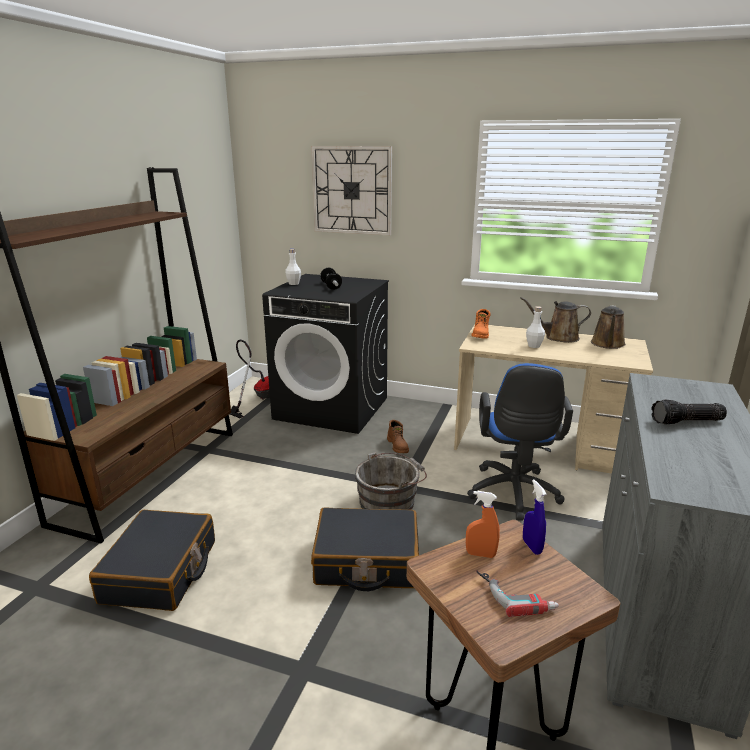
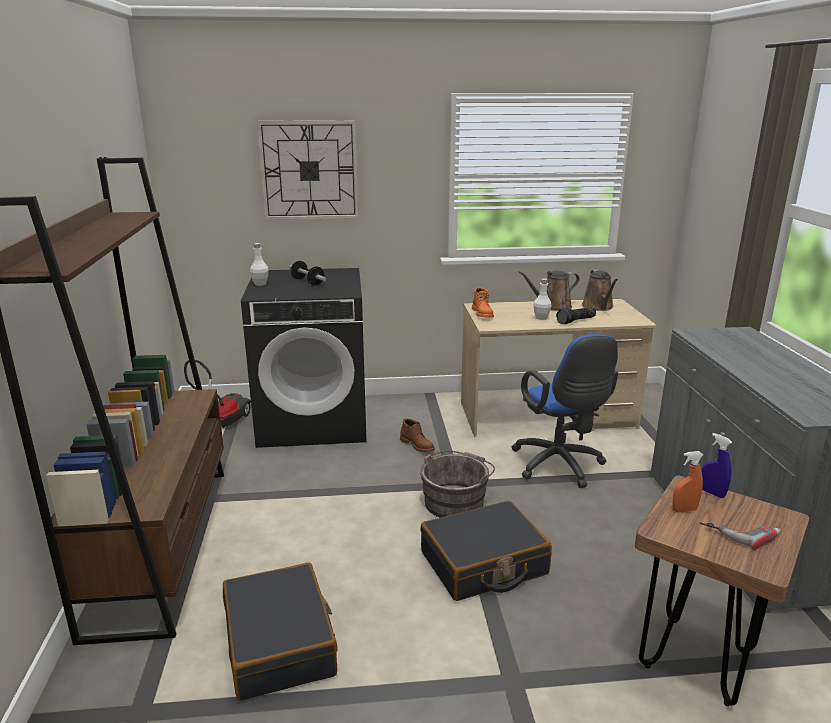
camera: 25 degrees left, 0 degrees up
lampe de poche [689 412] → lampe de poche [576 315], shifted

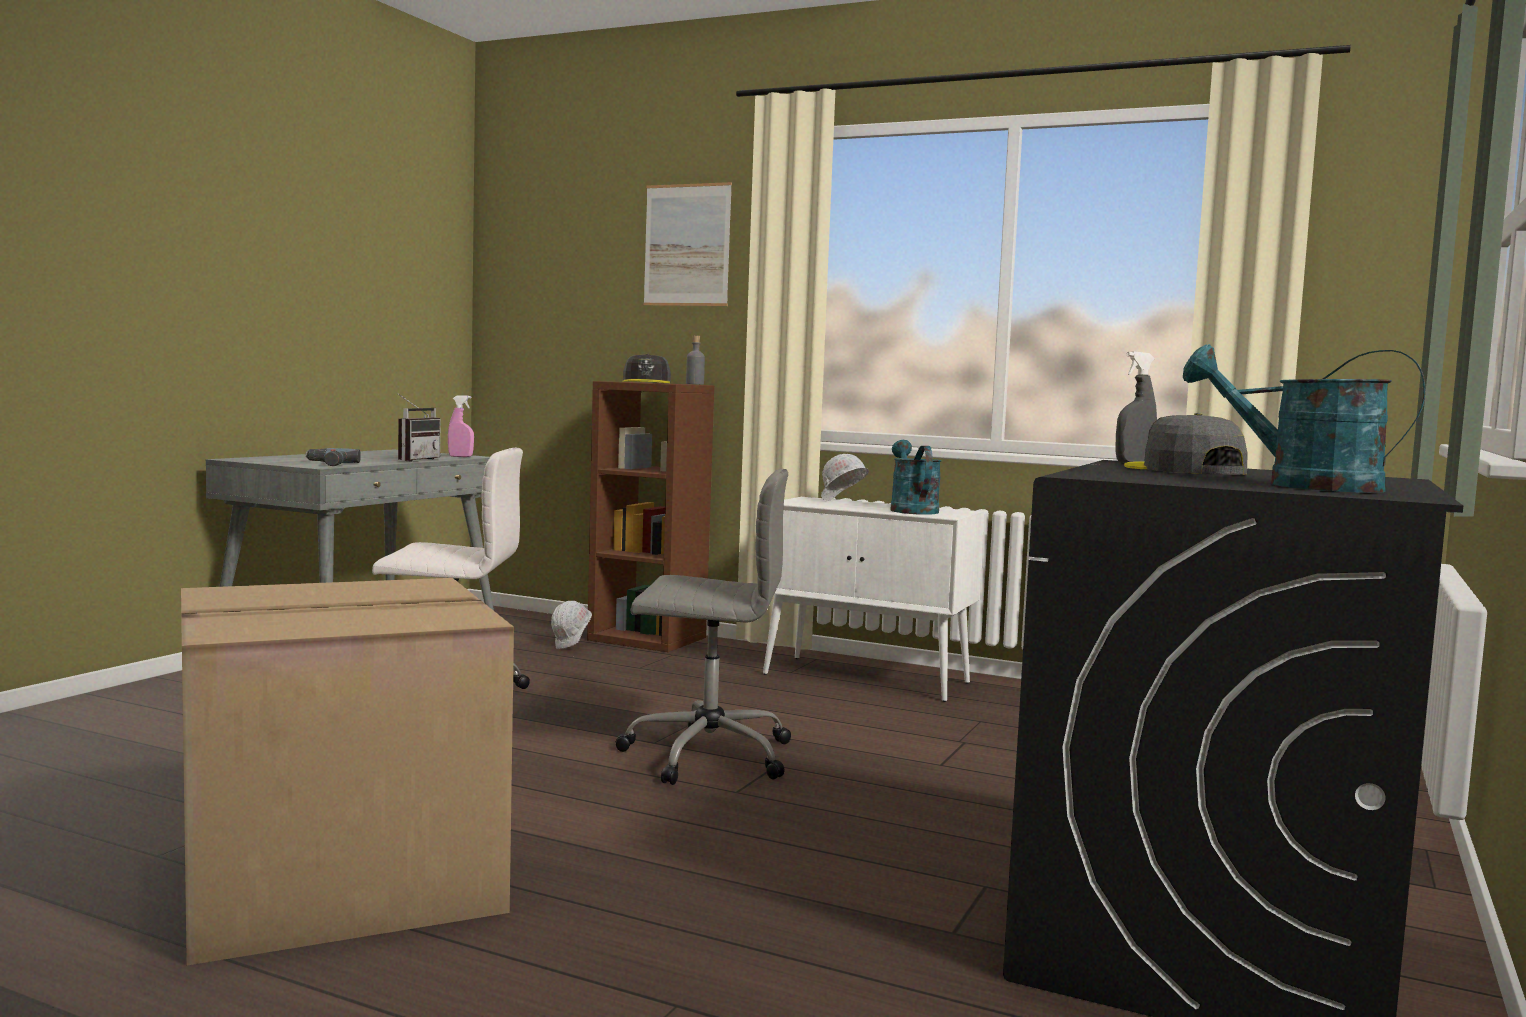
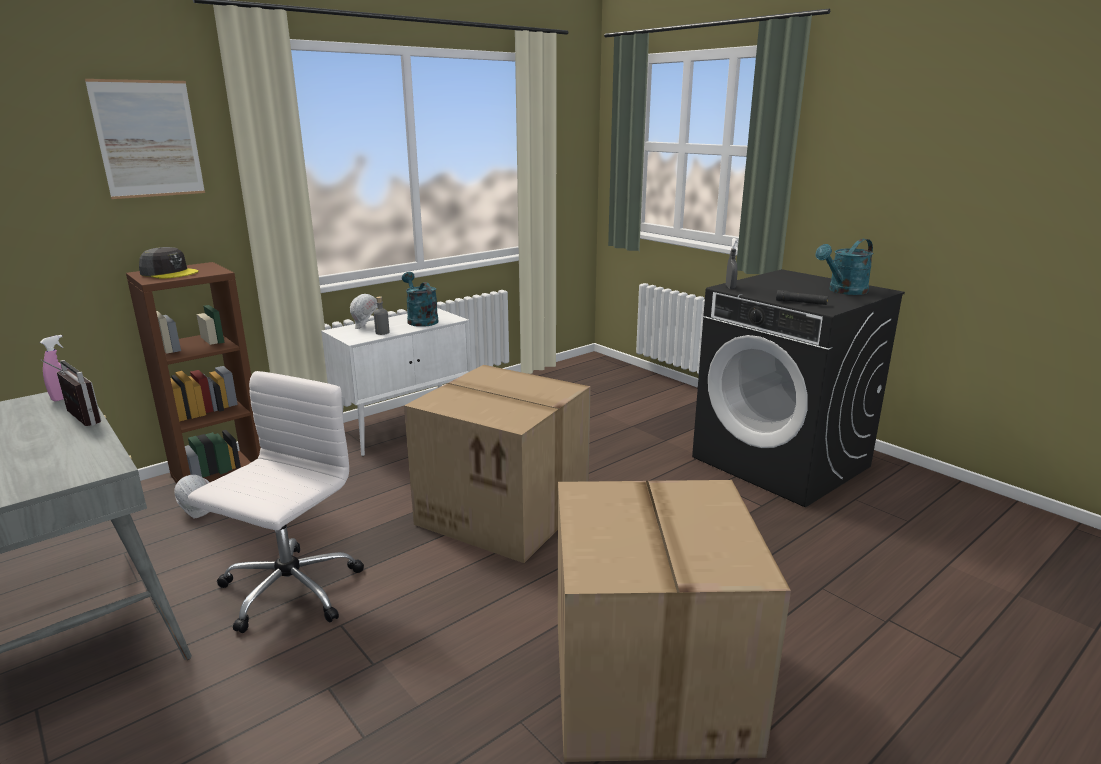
camera: 65 degrees left, 15 degrees up
perceuse [333 457] → -
chaise de bureau/gris [703 627] → carton [497 464]
bouteille/gris [695 360] → bouteille/gris [382 316], shifted
arrosoir/turquoise [916 477] → arrosoir/turquoise [420 299], 45 degrees clockwise
casquette/gris [1186 444] → -
- → lampe de poche/noir [802 297]

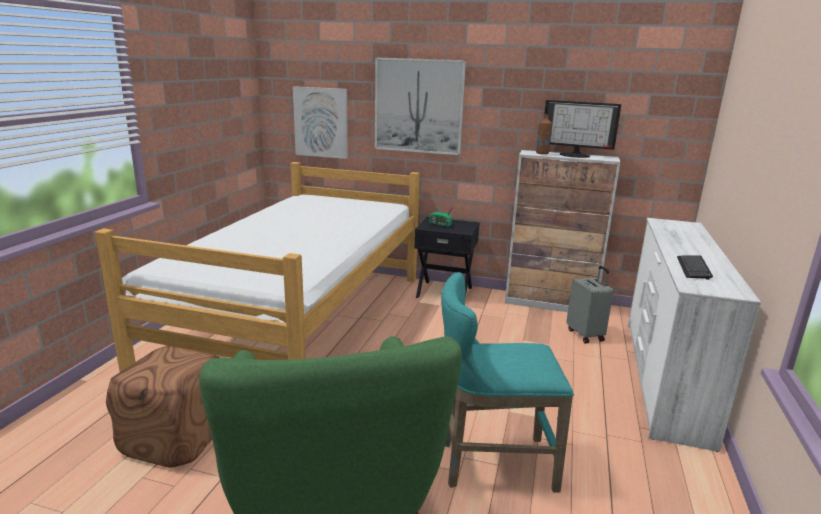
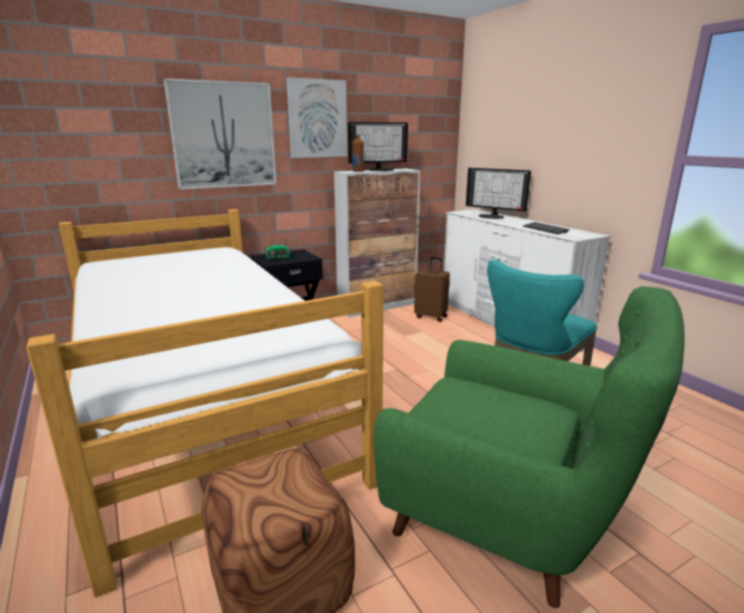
camera: 45 degrees left, 0 degrees up
tableau [320 122] → tableau [316 117], shifted
valise/gris [589 305] → valise/marron [432 289]
- → écran d'ordinateur [498 193]

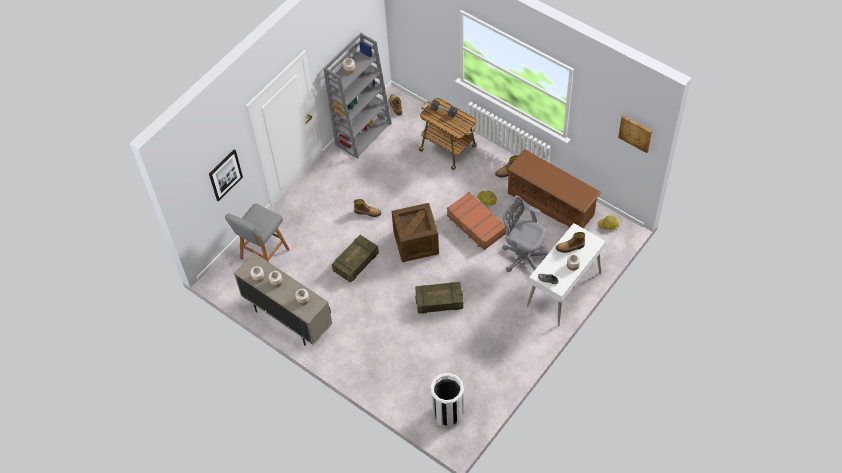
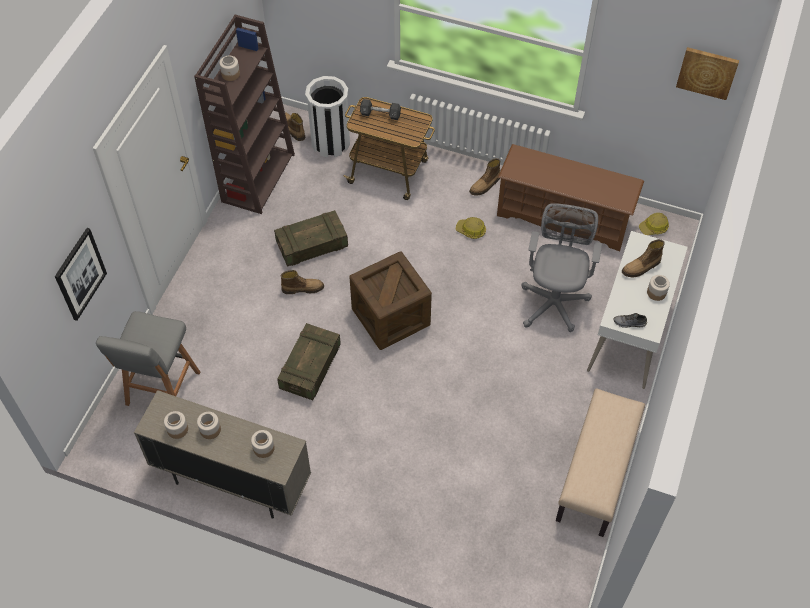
camera: 20 degrees left, 0 degrees up
bibliothèque/gris [358 96] → bibliothèque/marron [244 114]
caisse [439 298] → caisse [311 238], shifted
poubelle/blanc [447 400] → poubelle/blanc [327 116], shifted
valise/marron [476 221] → -
chaise de bureau/gris [525 233] → chaise de bureau/gris [562 267], 90 degrees clockwise
- → banc/beige [600 462]

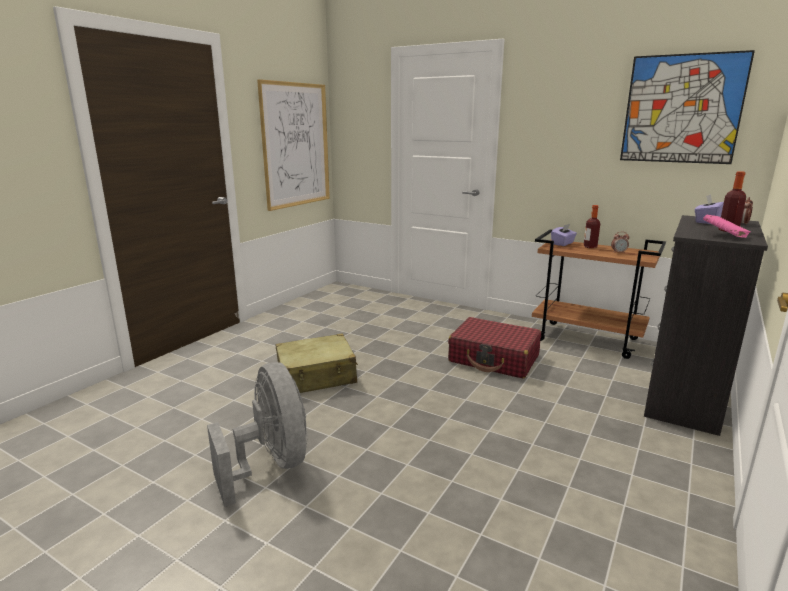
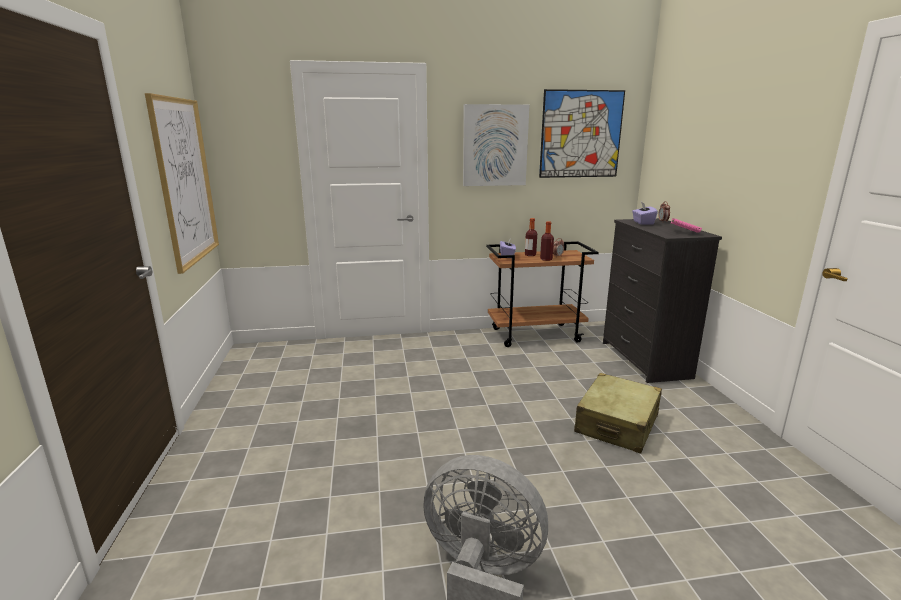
camera: 40 degrees left, 0 degrees up
valise/beige [316 363] → valise/beige [618 413], shifted
valise/rouge [494 348] → -
bouteille [732 201] → bouteille [547 241], shifted
- → tableau [496 145]

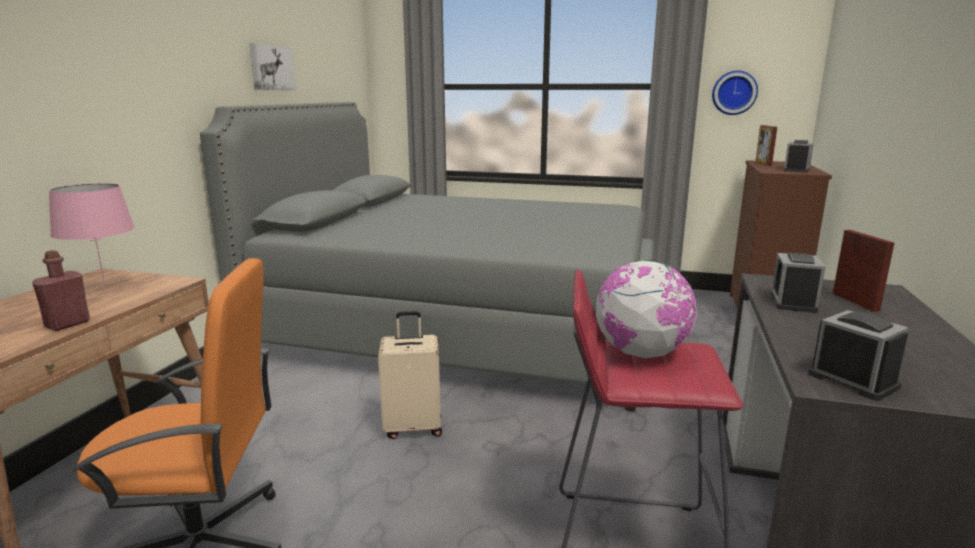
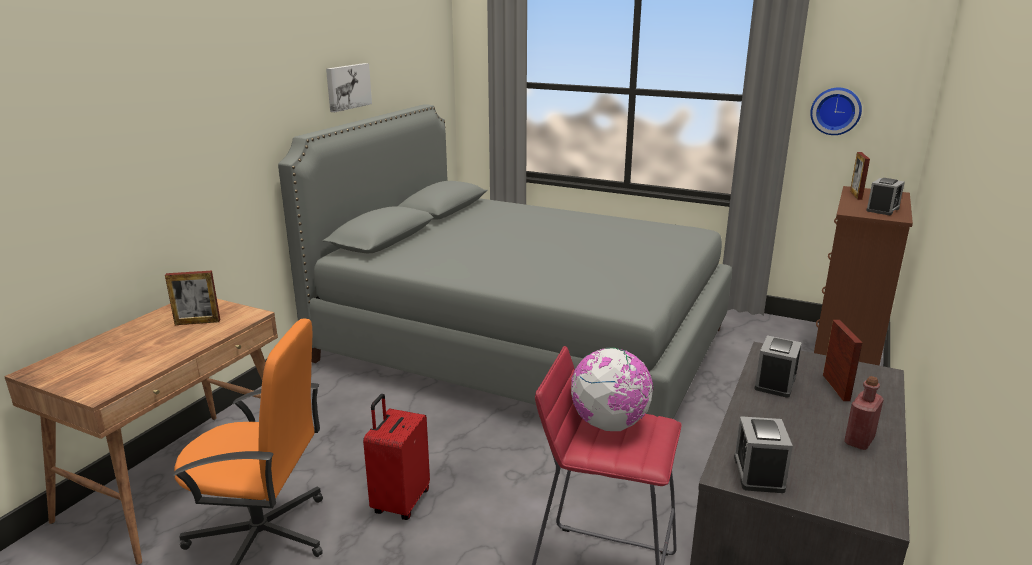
camera: 10 degrees right, 5 degrees up
bouteille/rouge [61 290] → bouteille/rouge [864 413], shifted
lampe de table/rose [92 237] → cadre photo [192 298]
valise/beige [410 375] → -
réveil [858 355] → réveil [763 454], 150 degrees counterclockwise
- → valise/rouge [396 457]

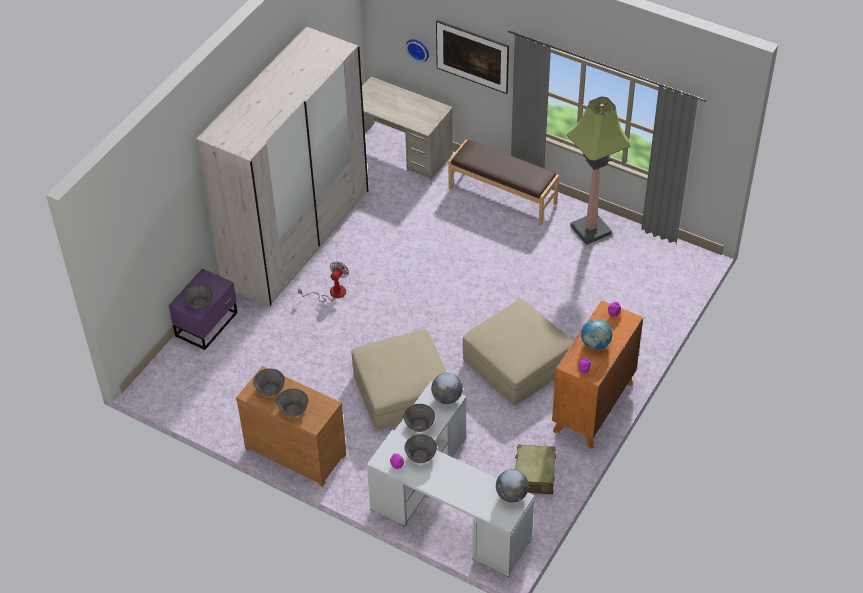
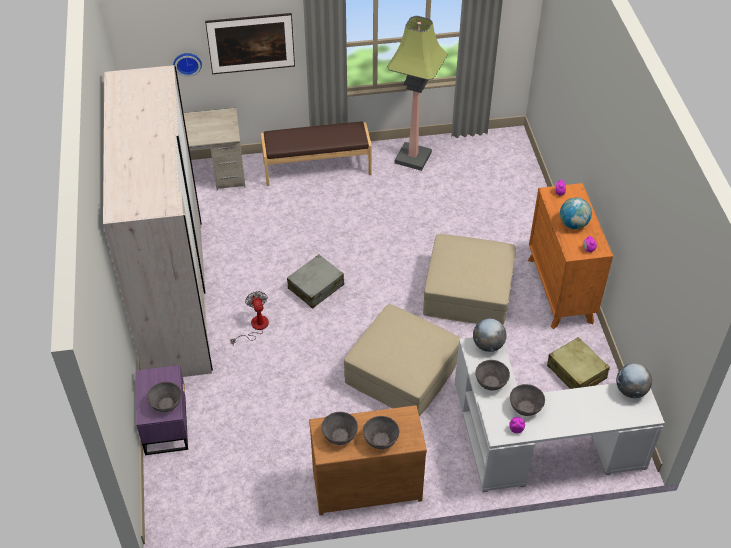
camera: 40 degrees left, 0 degrees up
- → valise/gris [315 281]

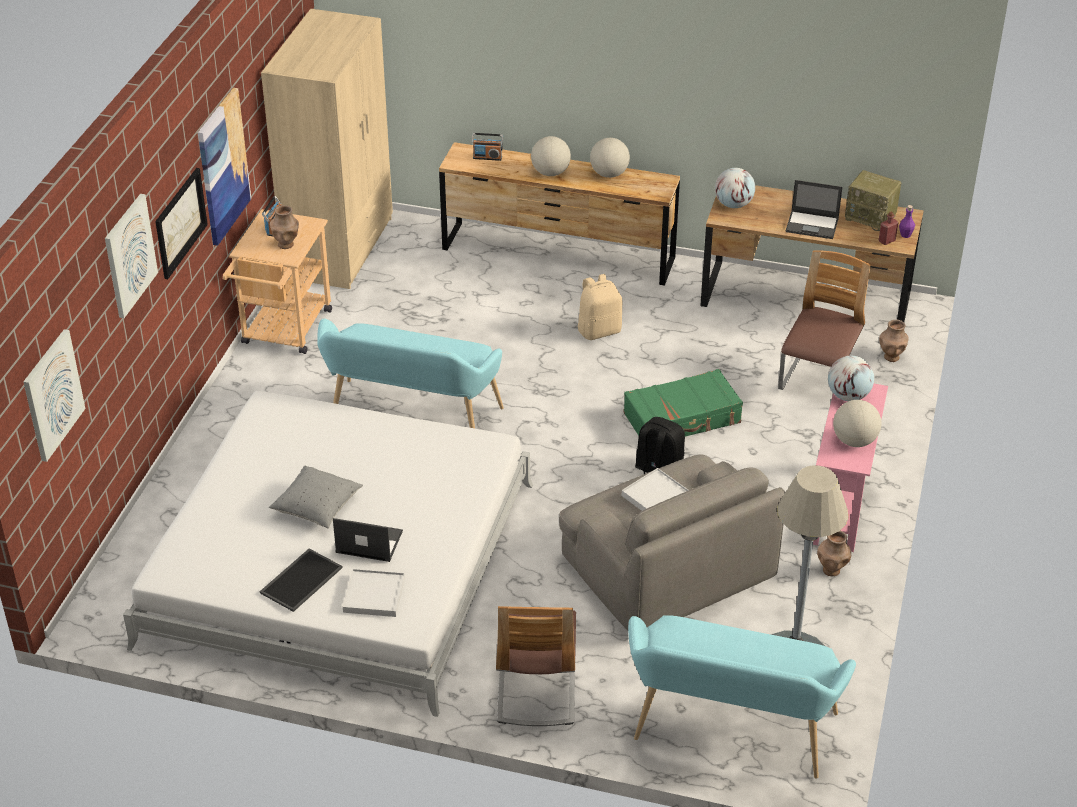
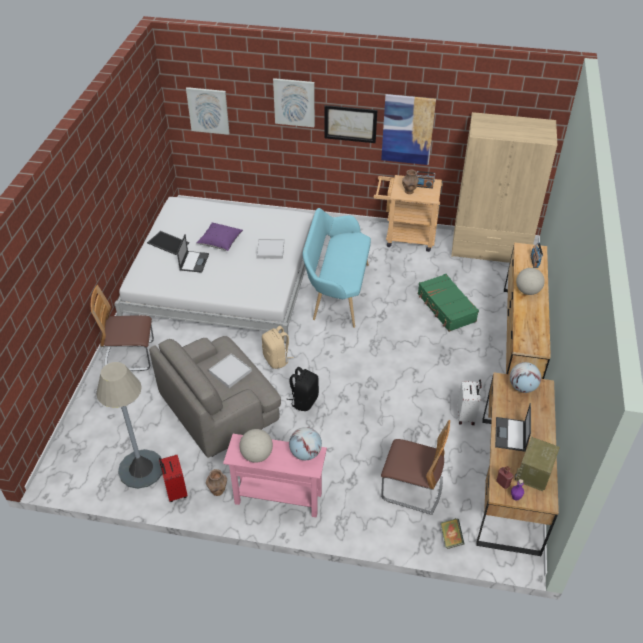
camera: 85 degrees right, 5 degrees up
coussin/gris [316 497] → coussin/violet [219 237]
plateau/blanc [374 593] → plateau/blanc [270 249], shifted
sac à dos/beige [600 307] → sac à dos/beige [278 347], shifted
globe [610 158] → -
valise/vert [683 403] → valise/vert [448 303], shifted
banc/turquoise [742 696] → -
vase/marron [893 341] → livre [453 533]
- → valise/rouge [173 478]
- → valise/blanc [469 402]

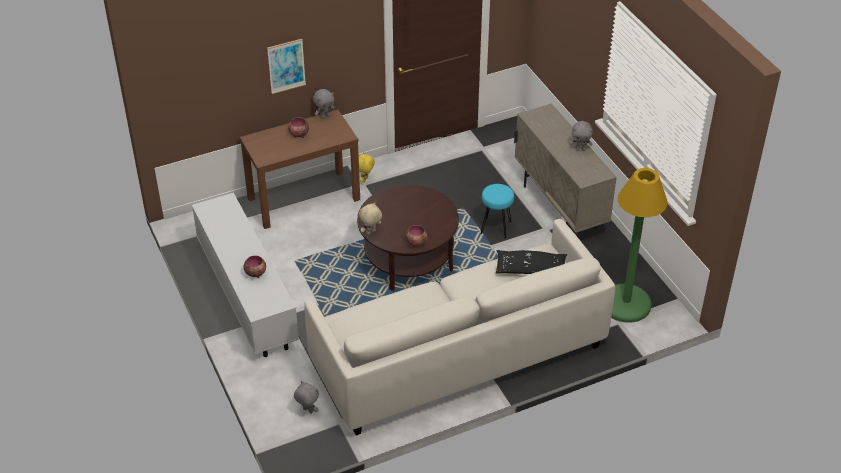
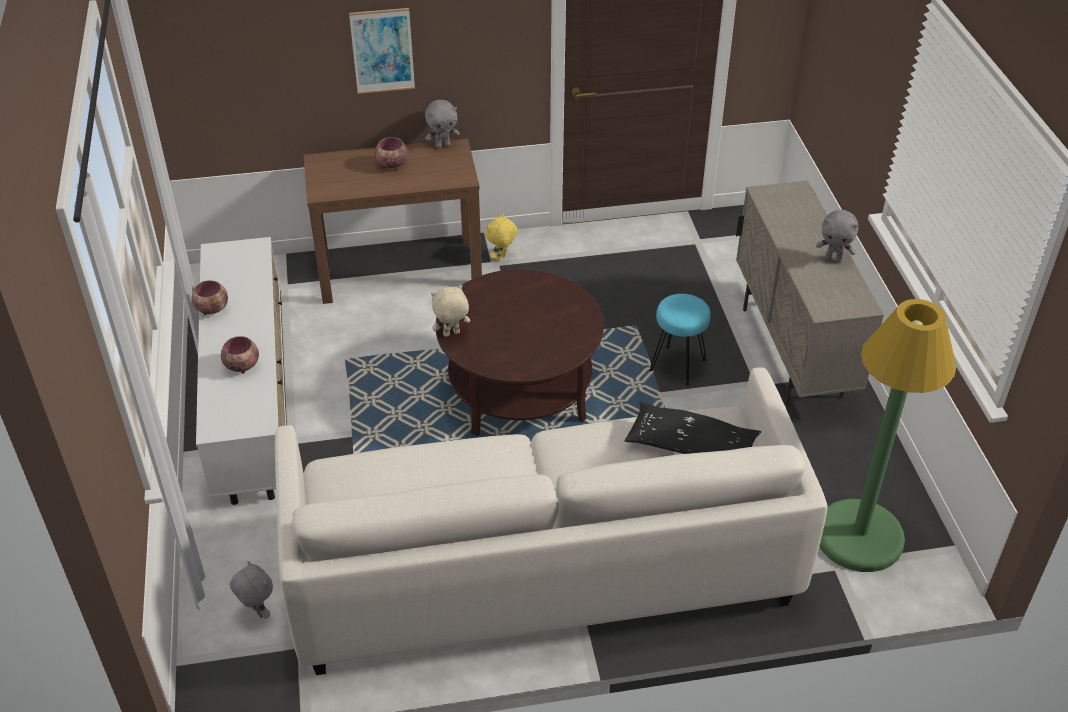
camera: 15 degrees right, 0 degrees up
bol [416 236] → bol [210 297], shifted

